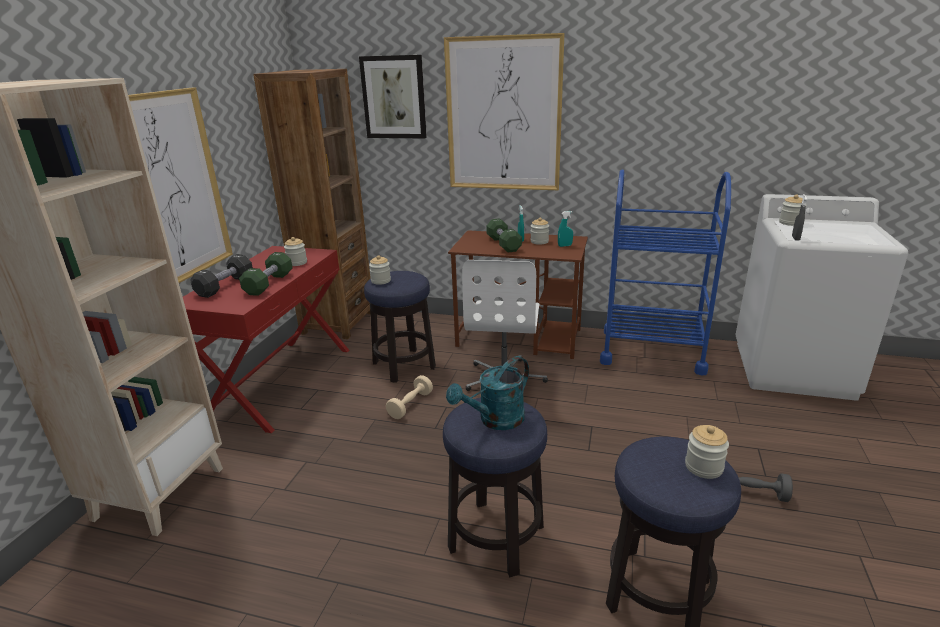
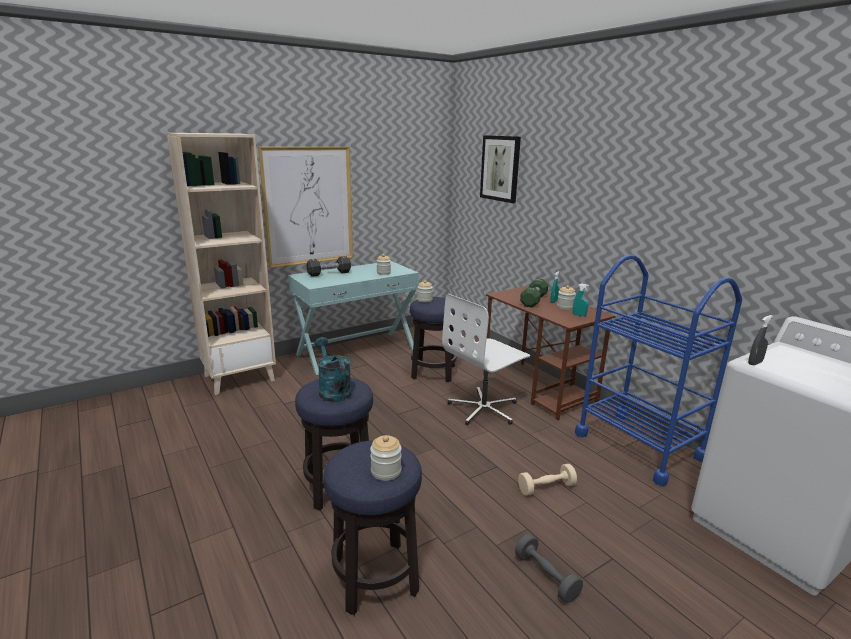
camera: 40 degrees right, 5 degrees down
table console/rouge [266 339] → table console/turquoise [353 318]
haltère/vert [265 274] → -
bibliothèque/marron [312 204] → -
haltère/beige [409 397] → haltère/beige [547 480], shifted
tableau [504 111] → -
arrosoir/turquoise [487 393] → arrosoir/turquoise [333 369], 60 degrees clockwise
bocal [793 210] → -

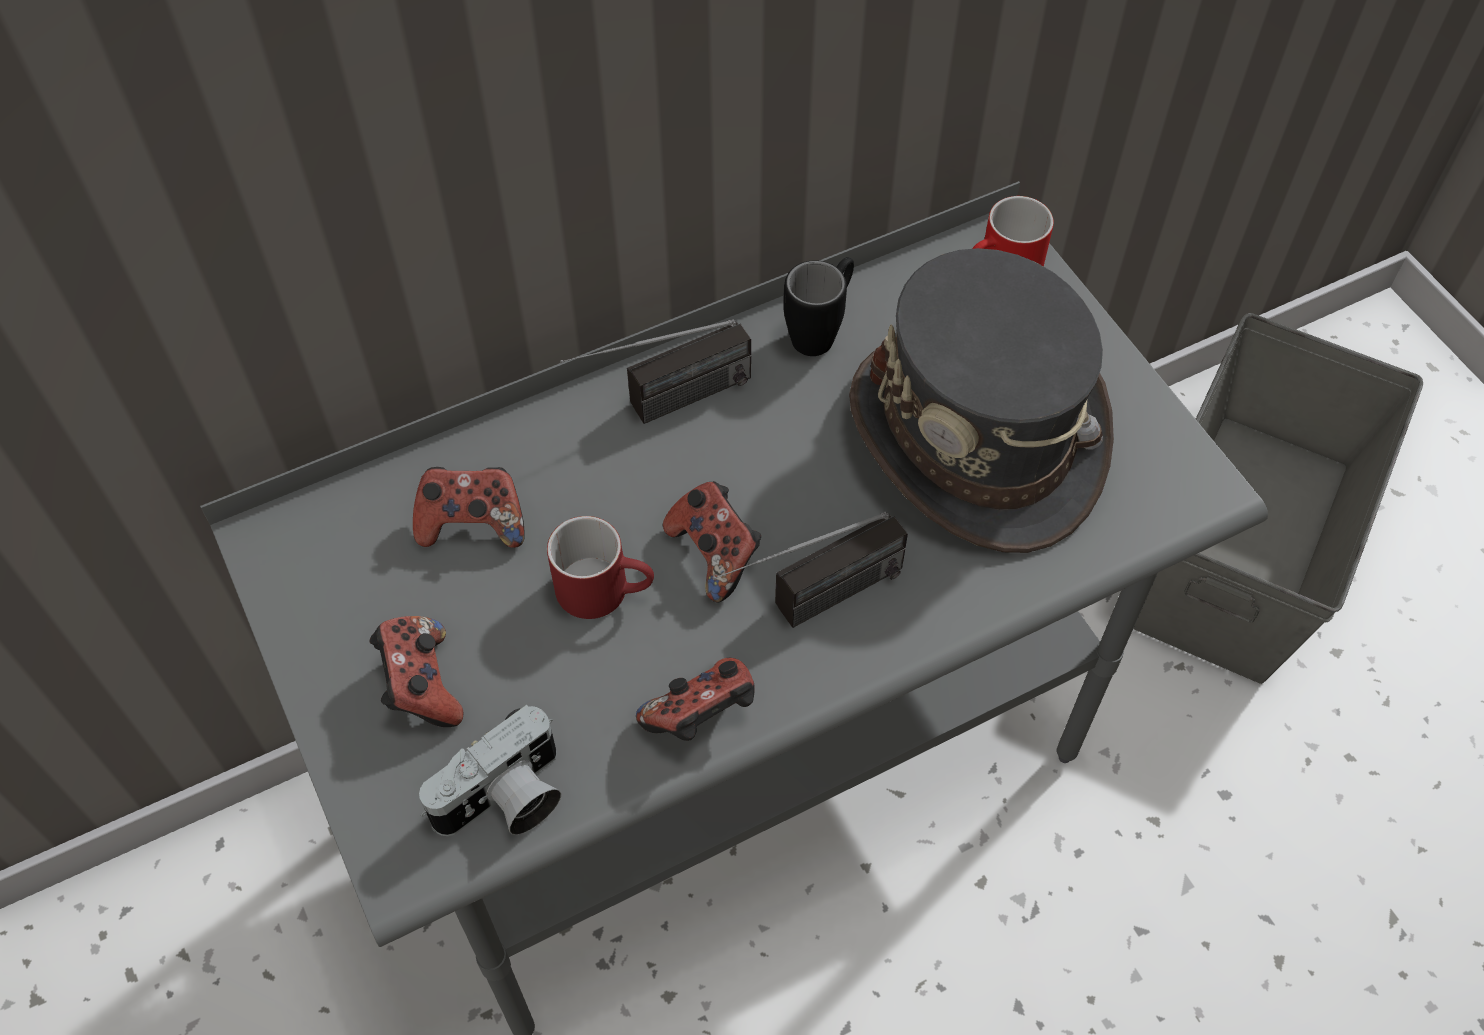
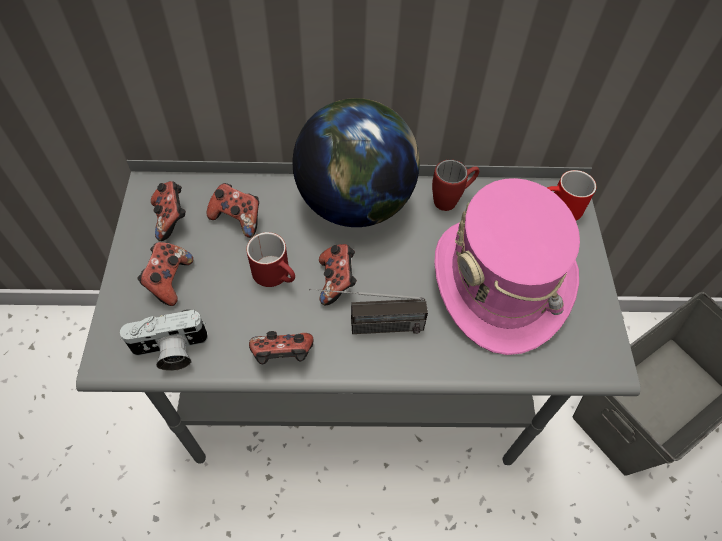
camera: 25 degrees right, 0 degrees up
radio [655 372] → globe [356 162]
mug/noir [818 306] → mug/rouge [455 185]
chapeau/gris [981 400] → chapeau/rose [507 266]
- → manette [168 211]

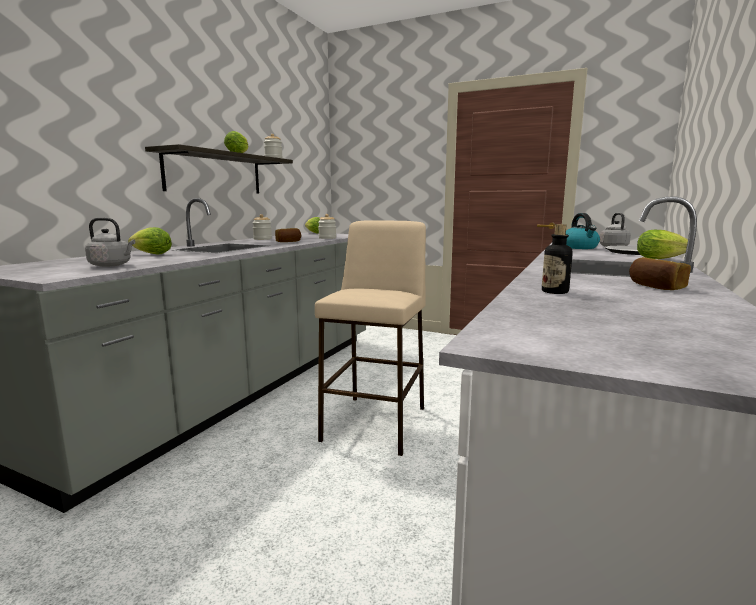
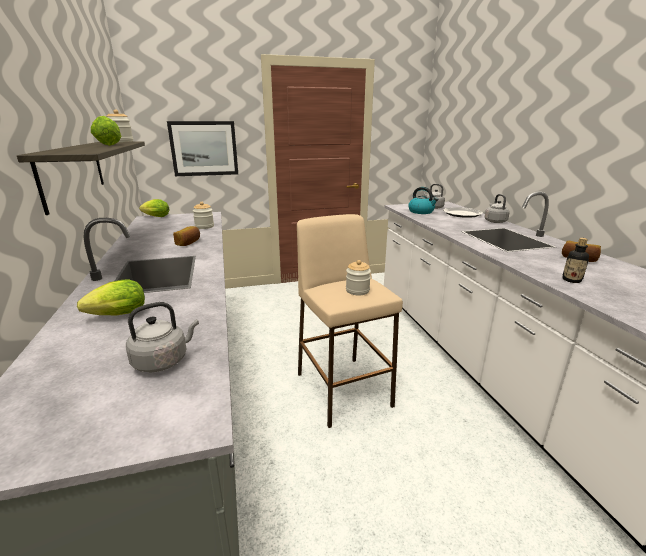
camera: 40 degrees left, 10 degrees up
bocal [262 227] → bocal [358 277], shifted
laitue [662 244] → bouilloire/gris [497 208]
- → tableau [202 148]

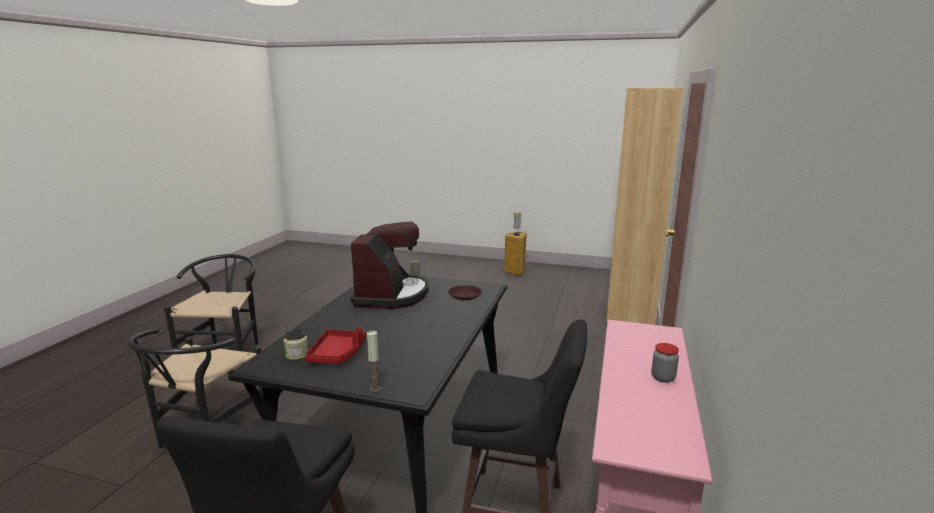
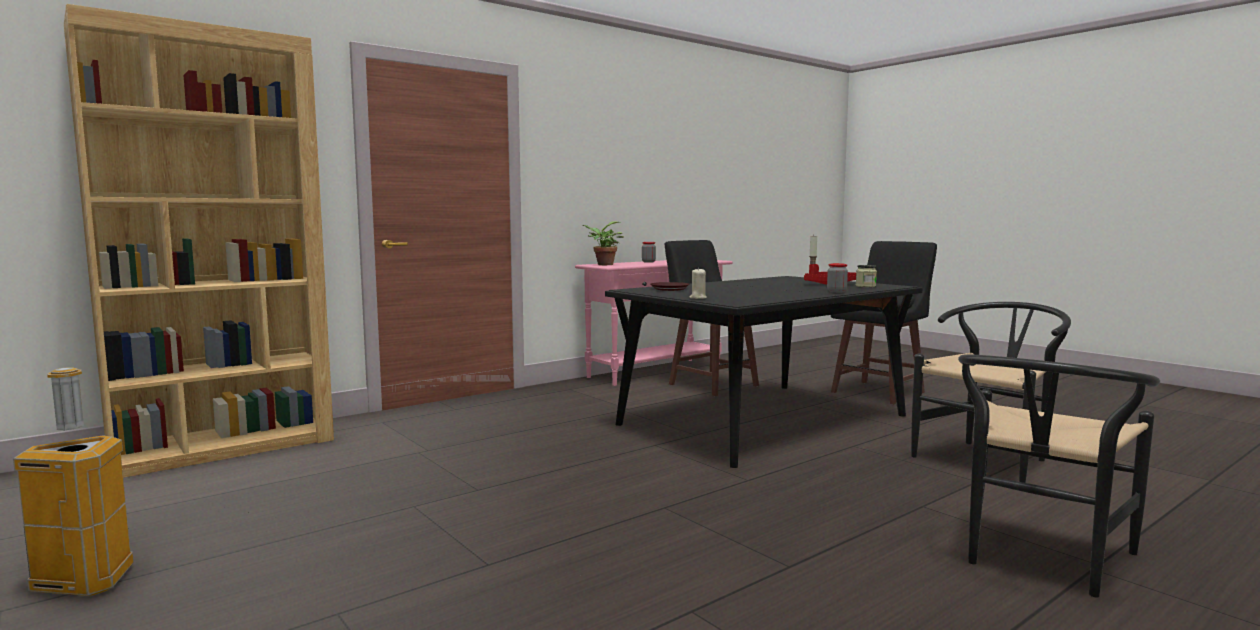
camera: 145 degrees left, 10 degrees down
machine à café [390 265] → -
- → plante en pot [602 243]
- → bocal [837 278]

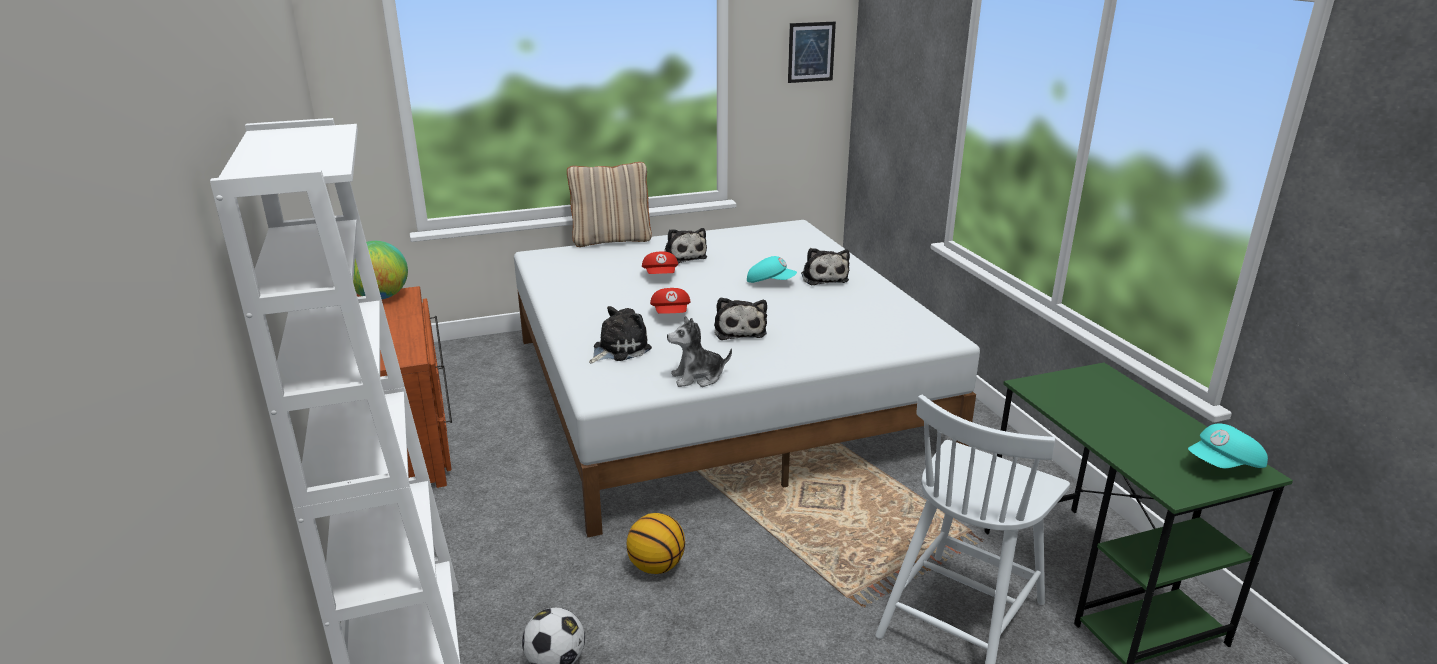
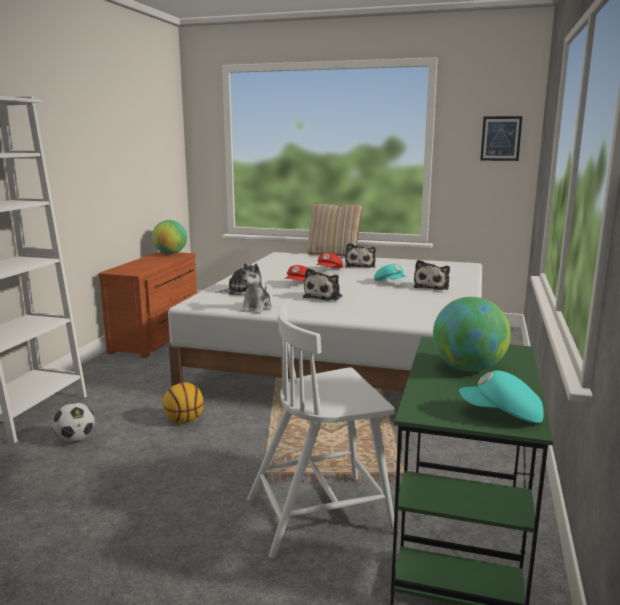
camera: 35 degrees right, 10 degrees down
peluche [699 351] → peluche [256 288], 90 degrees counterclockwise
- → globe [472 334]

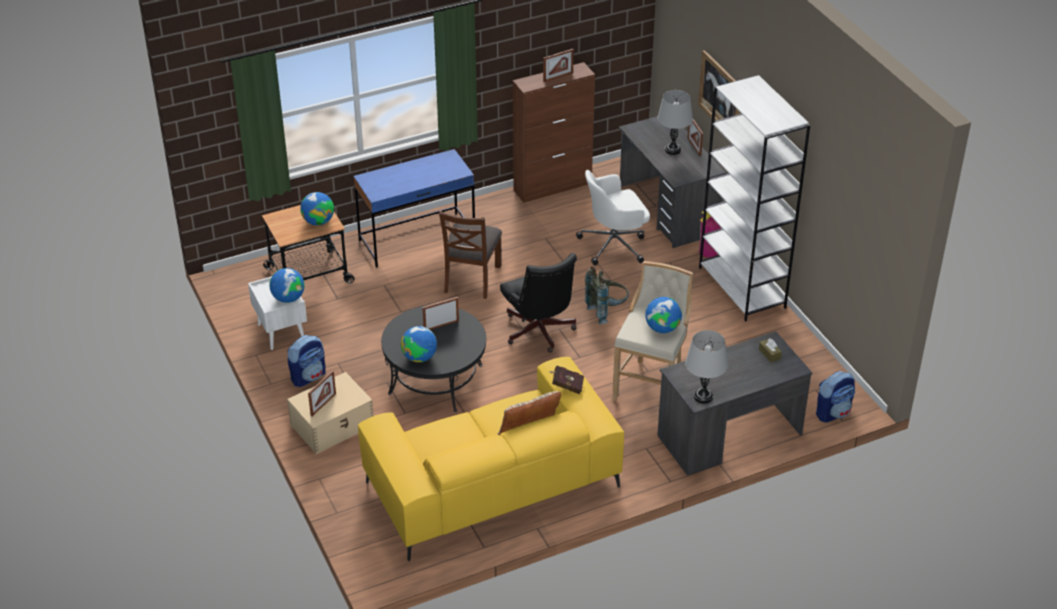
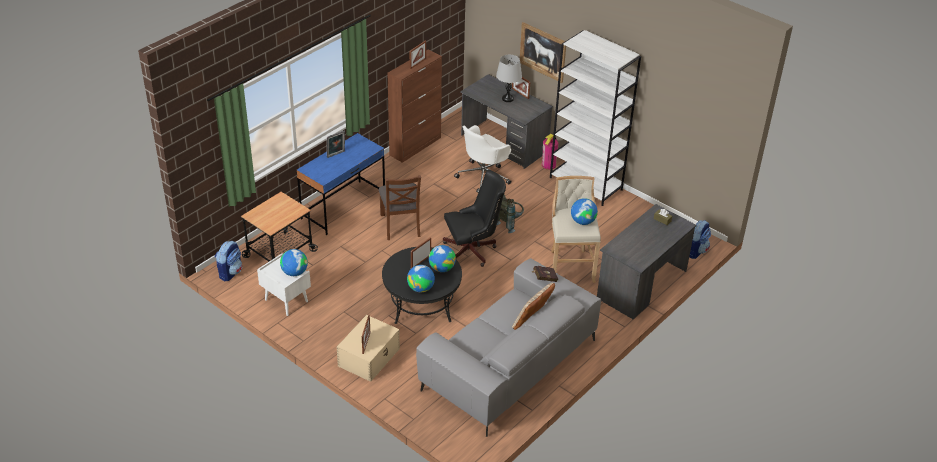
camera: 25 degrees left, 0 degrees up
sac à dos [306 361] → sac à dos [228 261], shifted
globe [317 209] → globe [442 258], shifted
canapé/jaune [491 459] → canapé/gris [508 347]
chaise de bureau/noir [538 303] → chaise de bureau/noir [474 218], 60 degrees counterclockwise
lampe de table/gris [706 367] → -
- → cadre photo [336 144]

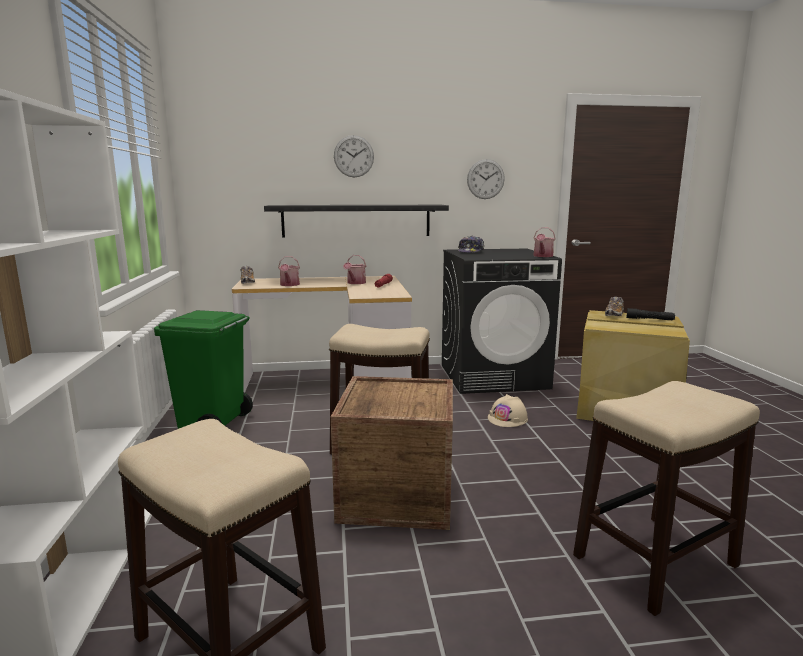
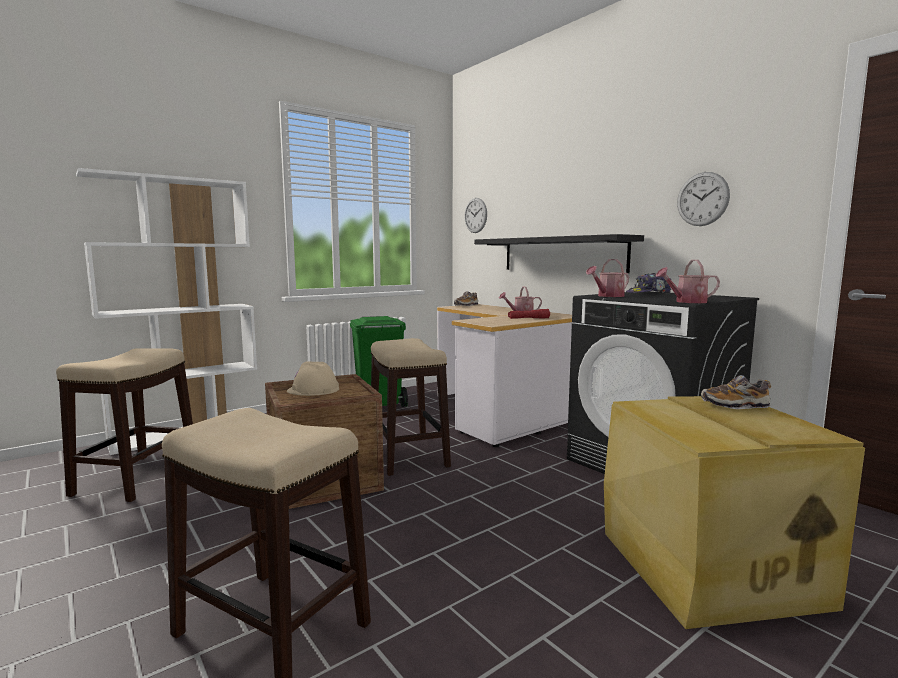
camera: 60 degrees right, 5 degrees down
arrosoir [289 271] → arrosoir [607 278], shifted
horloge murale [354 156] → horloge murale [475 215], shifted
casque de chantier/beige [508 410] → casque de chantier/beige [313 378], shifted
lampe de poche/noir [650 314] → -

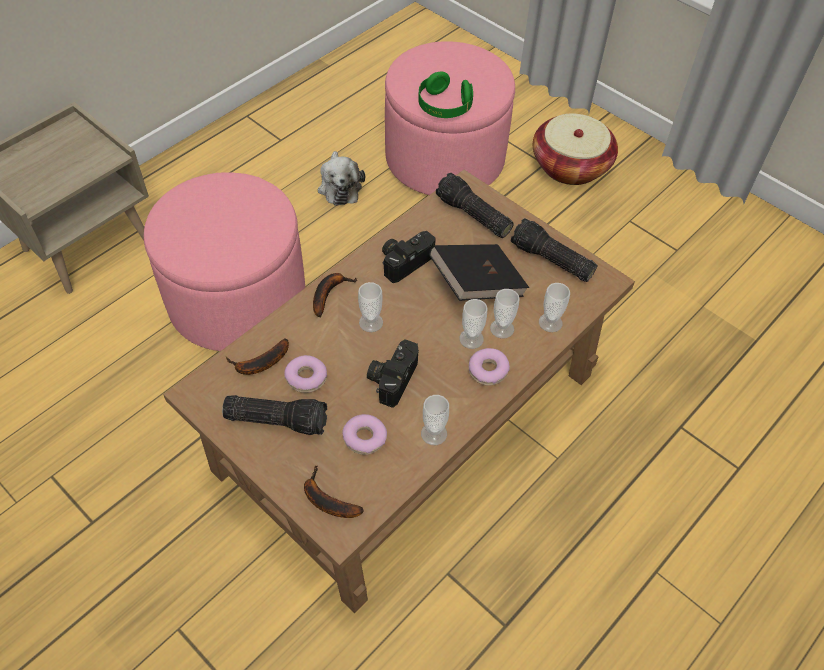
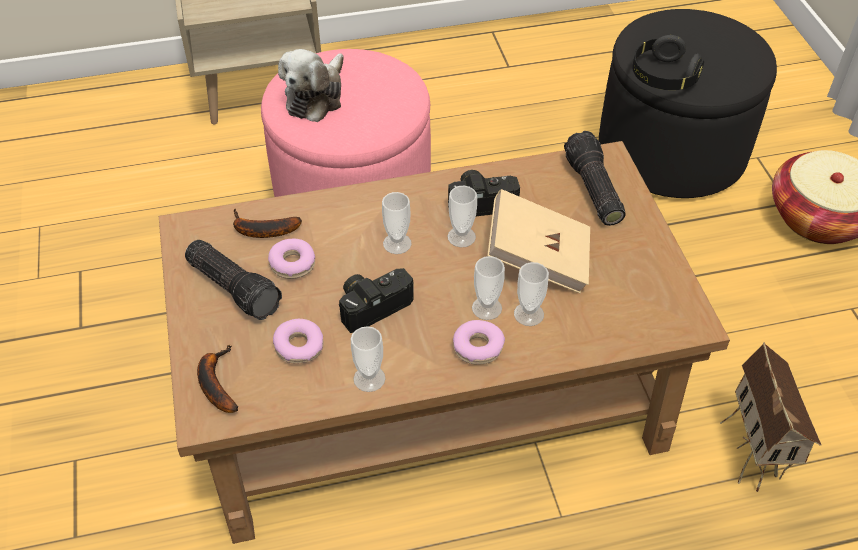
camera: 35 degrees right, 5 degrees down
banane [335 295] → -
peluche [341 178] → peluche [311 85], shifted
pouf/rose [450 118] → pouf/noir [688 103]
casque audio/vert [445 95] → casque audio/noir [668 62]
livre/noir [479 272] → livre/beige [538 241]
lampe de poche [554 250] → -
tasse [554 307] → tasse [462 216], shifted
- → maison miniature [770 417]

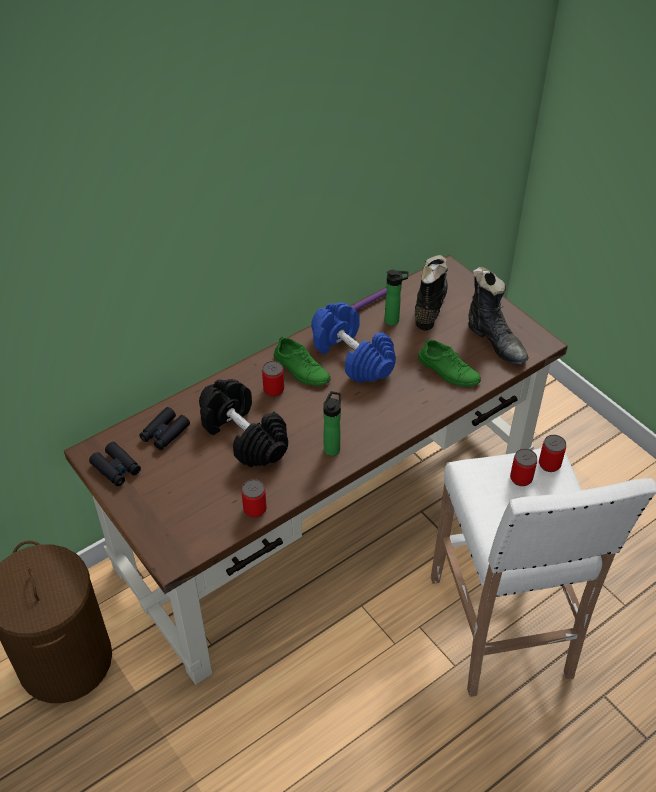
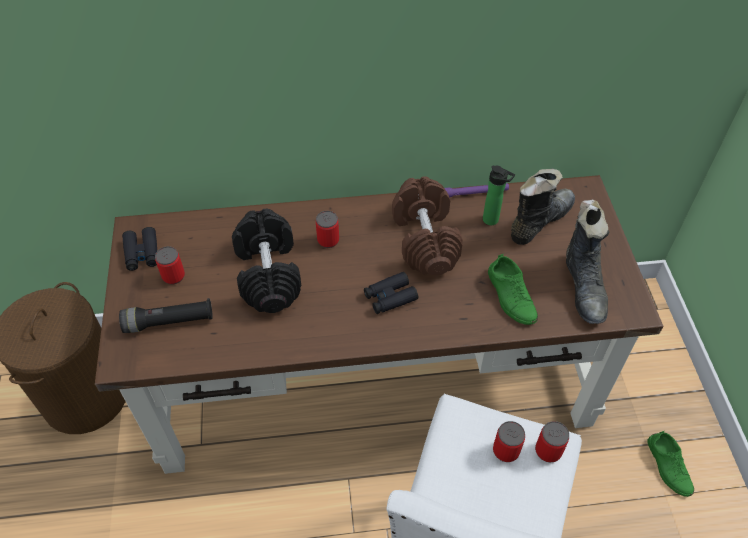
camera: 30 degrees right, 5 degrees up
jumelles/noir [164 428] → jumelles/noir [391 293], shifted
boîte métallique [254 498] → boîte métallique [170 265], shifted
chaussure/vert [302 361] → chaussure/vert [670 464], shifted
haltère/bleu [353 342] → haltère/marron [427 226]
bouteille [332 423] → -
- → lampe de poche/noir [166 315]

